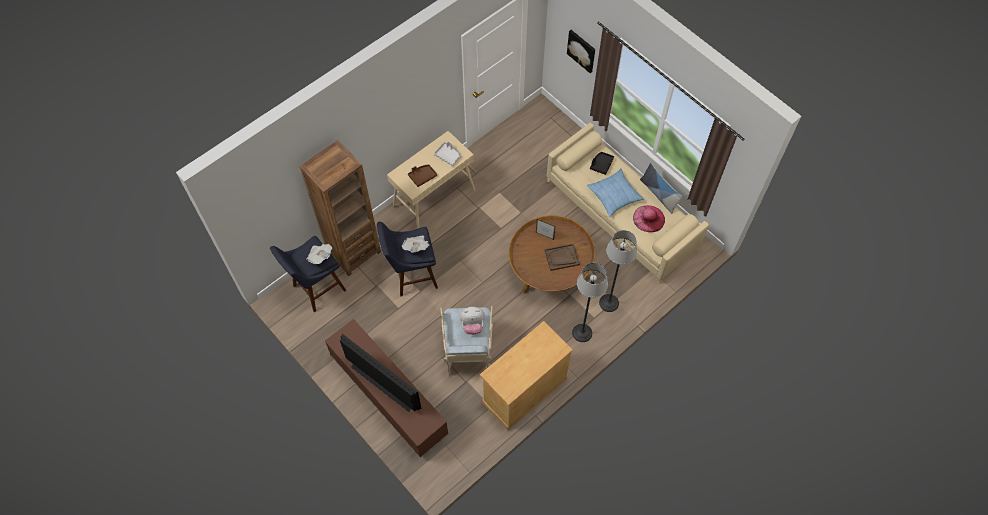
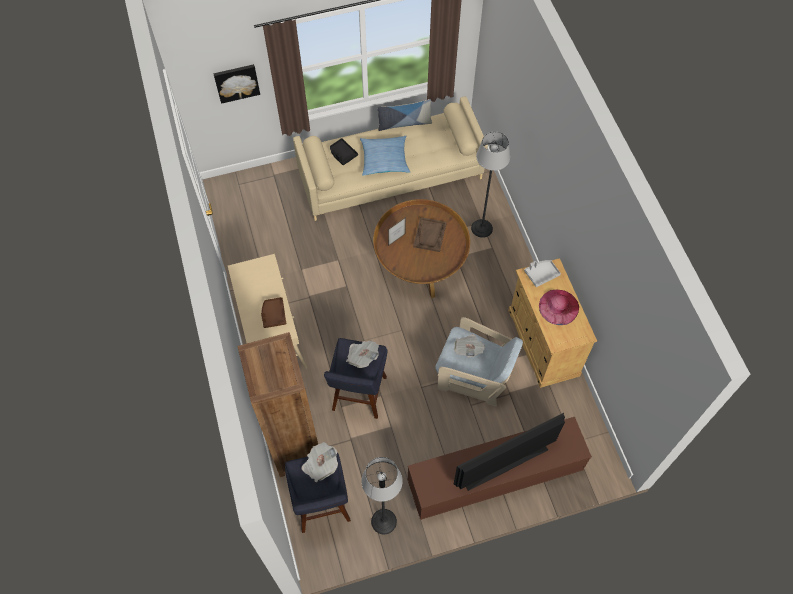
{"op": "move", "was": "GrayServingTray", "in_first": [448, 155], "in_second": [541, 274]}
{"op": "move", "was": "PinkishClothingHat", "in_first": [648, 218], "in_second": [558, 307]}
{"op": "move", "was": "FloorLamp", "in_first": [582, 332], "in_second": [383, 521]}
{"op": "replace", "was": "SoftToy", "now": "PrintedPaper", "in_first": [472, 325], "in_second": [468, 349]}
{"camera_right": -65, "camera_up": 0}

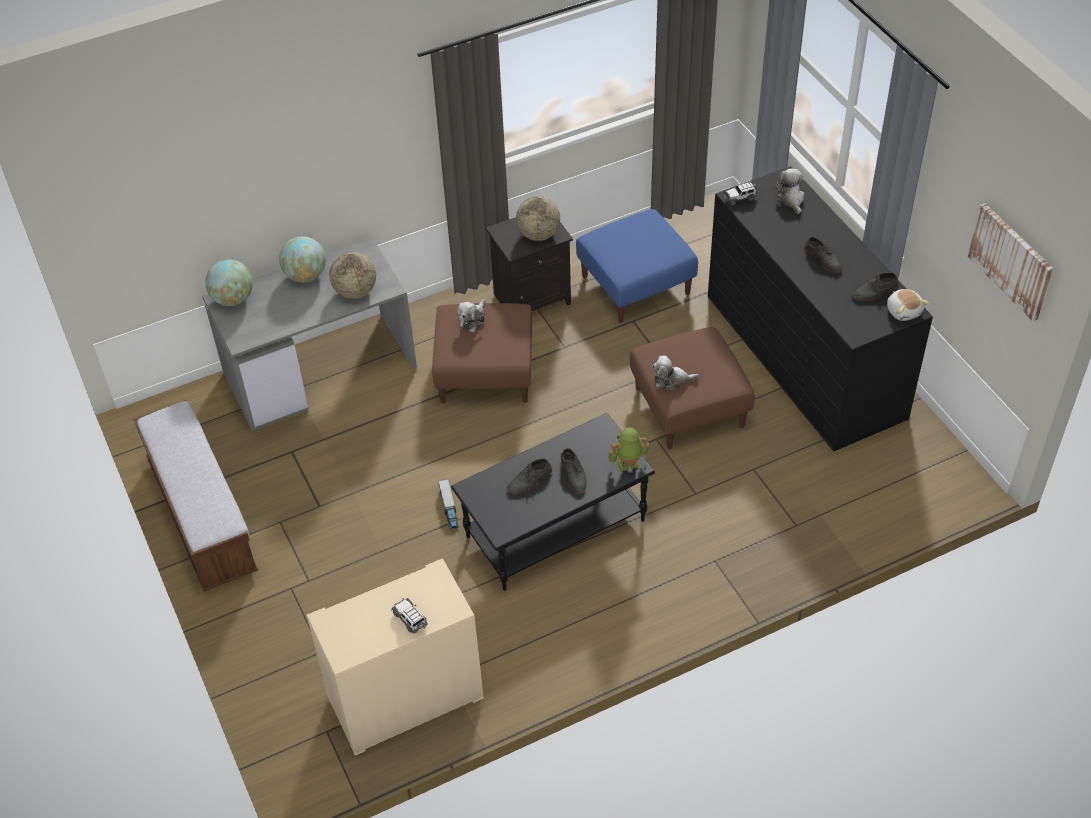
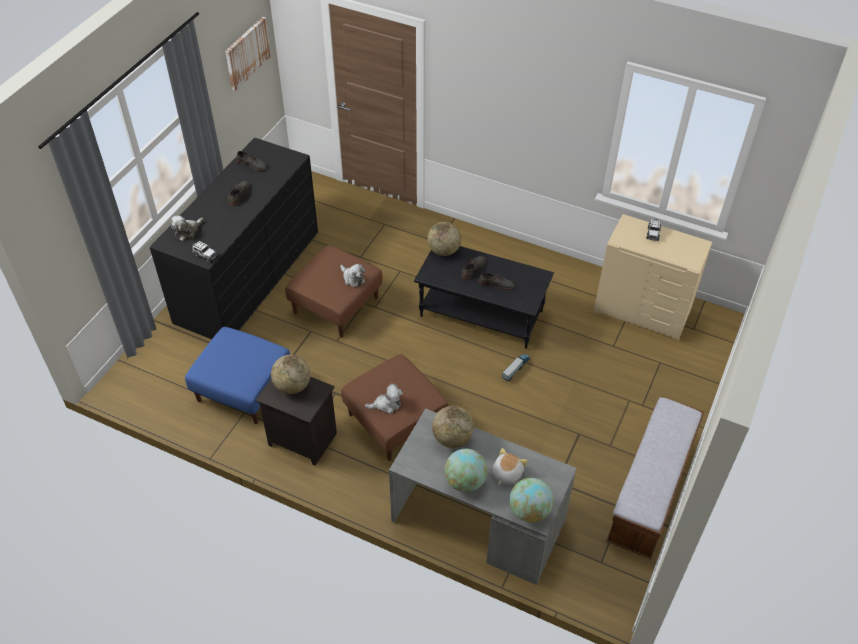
{"op": "move", "was": "SoftToy", "in_first": [904, 311], "in_second": [506, 473]}
{"op": "replace", "was": "ToyRobot", "now": "DeskGlobe", "in_first": [628, 465], "in_second": [444, 250]}
{"camera_right": -130, "camera_up": 0}

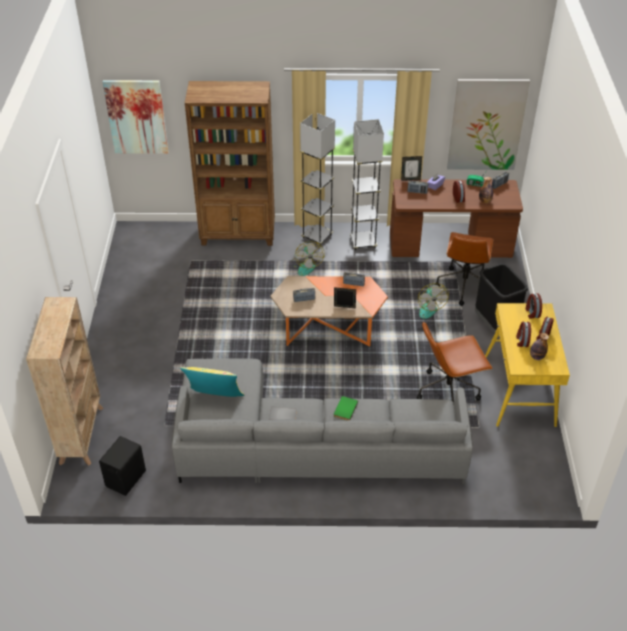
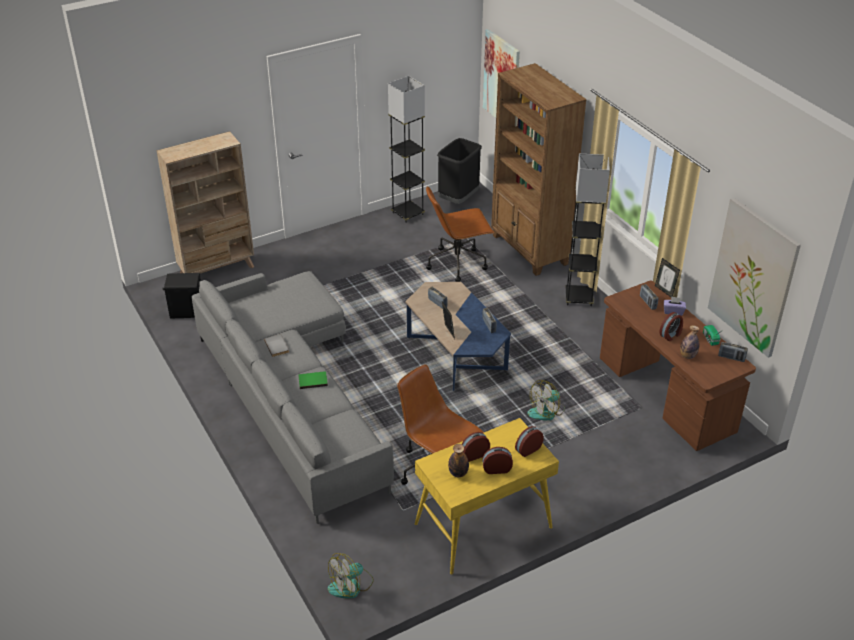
{"op": "move", "was": "GrayFloorLamp", "in_first": [363, 242], "in_second": [408, 214]}
{"op": "move", "was": "BrownColouredOfficeChair", "in_first": [464, 285], "in_second": [458, 263]}
{"op": "move", "was": "ElectricFan", "in_first": [305, 266], "in_second": [351, 585]}
{"op": "move", "was": "BlackColouredWasteBin", "in_first": [495, 324], "in_second": [458, 199]}
{"op": "recolor", "was": "OrangeLoungeTable", "now": "BlueColouredLoungeTable", "in_first": [328, 327], "in_second": [456, 354]}
{"op": "delete", "was": "YellowColouredThrowPillow", "in_first": [215, 398]}
{"camera_right": 60, "camera_up": -5}

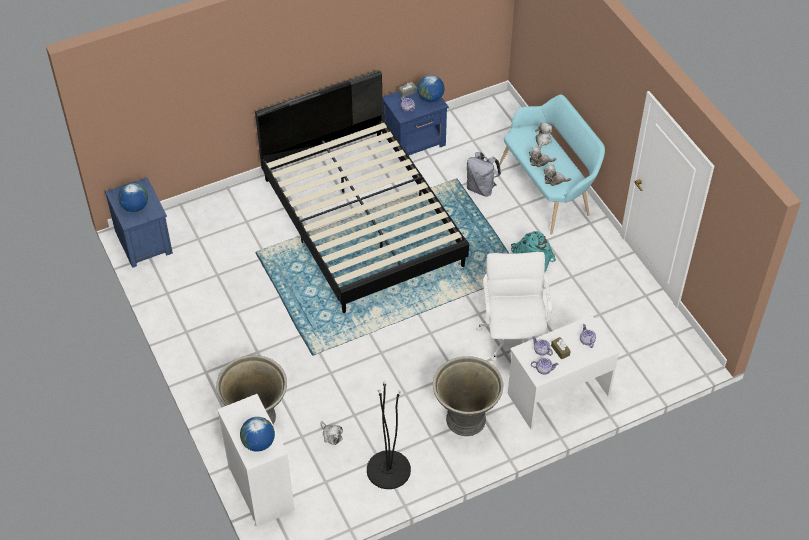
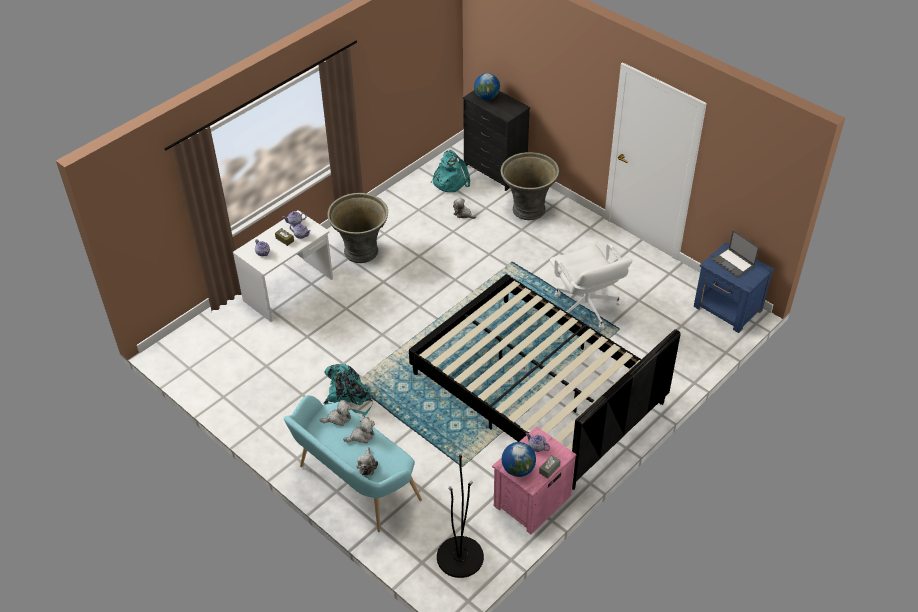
{"op": "recolor", "was": "BlueColouredNightTable", "now": "PinkishNightTable", "in_first": [415, 140], "in_second": [531, 501]}
{"op": "delete", "was": "GrayKnapsack", "in_first": [481, 188]}
{"op": "replace", "was": "DeskGlobe", "now": "PortableComputer", "in_first": [135, 207], "in_second": [733, 263]}
{"op": "move", "was": "WhiteOfficeChair", "in_first": [512, 336], "in_second": [586, 307]}
{"op": "move", "was": "BlackColouredFloorLamp", "in_first": [388, 469], "in_second": [460, 557]}
{"op": "recolor", "was": "WhiteDrawerChest", "now": "BlackColouredDrawerChest", "in_first": [262, 489], "in_second": [494, 171]}
{"op": "insert", "now": "TurquoiseColouredKnapsack", "in_second": [449, 181]}
{"camera_right": 160, "camera_up": -5}

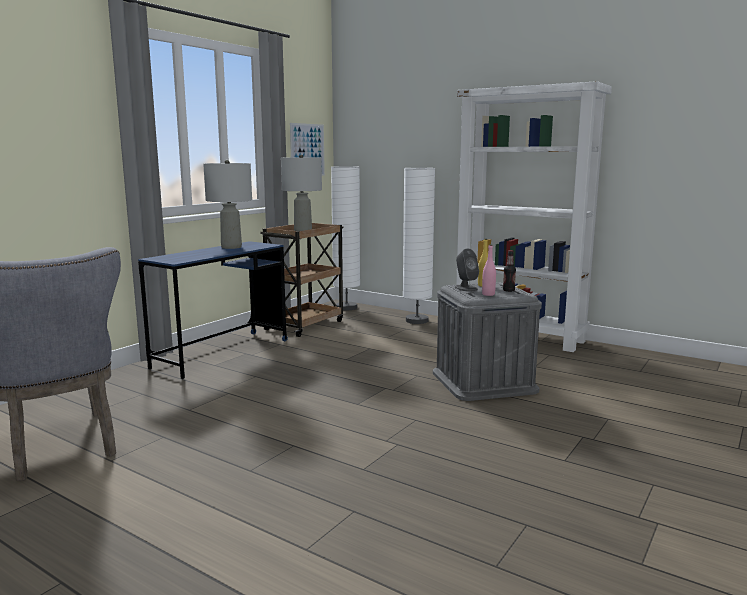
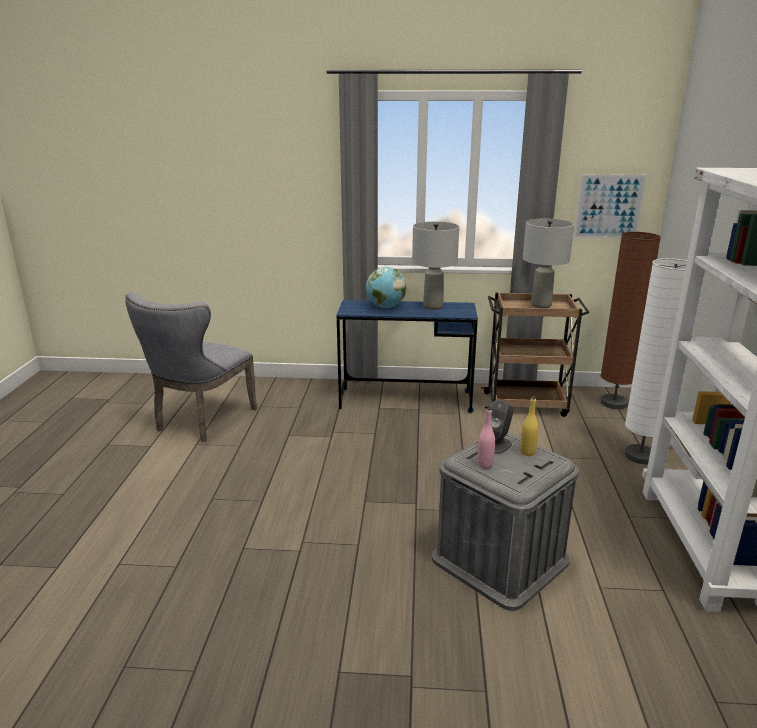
{"op": "recolor", "was": "WhiteFloorLamp", "now": "BrownColouredFloorLamp", "in_first": [346, 307], "in_second": [614, 403]}
{"op": "delete", "was": "DrinkBottle", "in_first": [508, 290]}
{"op": "insert", "now": "DeskGlobe", "in_second": [385, 307]}
{"camera_right": 60, "camera_up": 10}

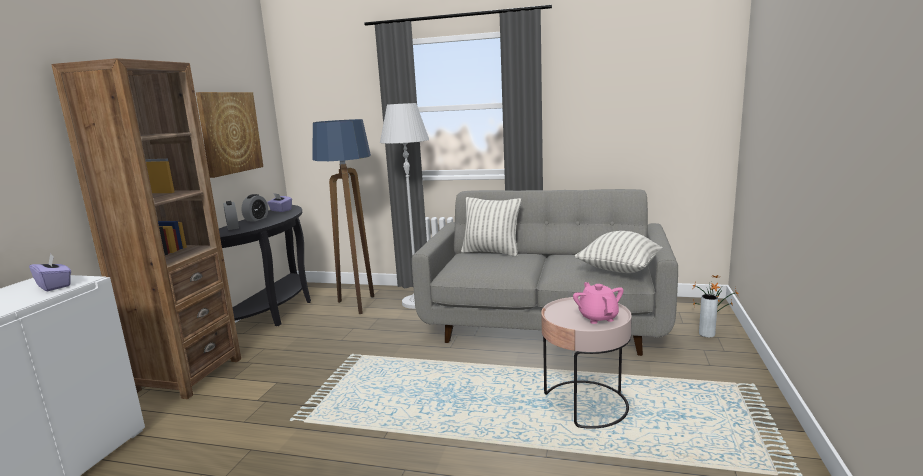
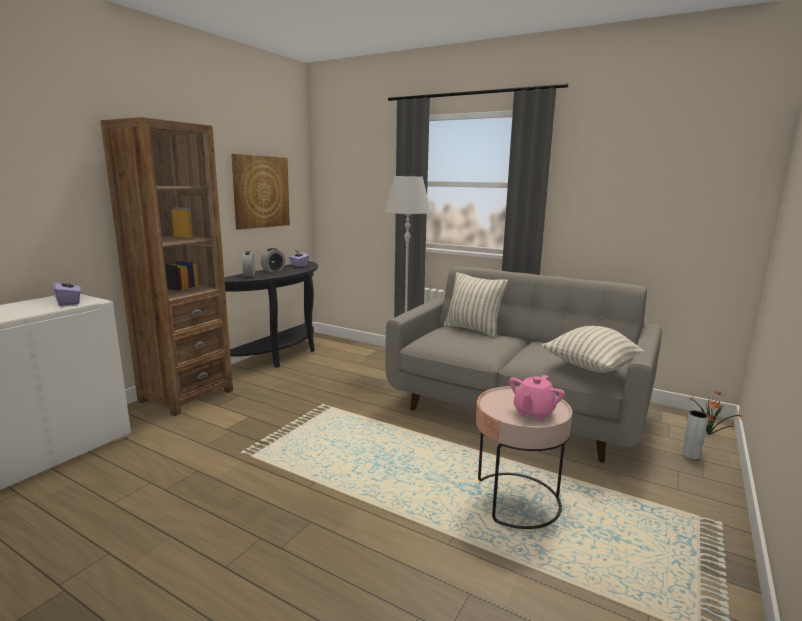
{"op": "delete", "was": "FloorLamp", "in_first": [358, 305]}
{"op": "rotate", "was": "PinkishPotForTea", "in_first": [598, 317], "in_second": [533, 412], "clockwise": -150}
{"camera_right": 15, "camera_up": 0}

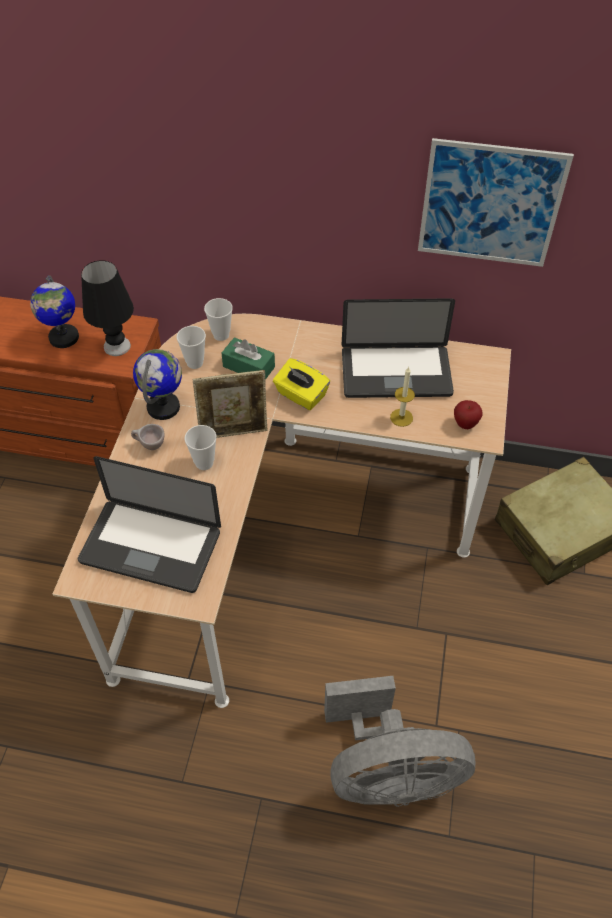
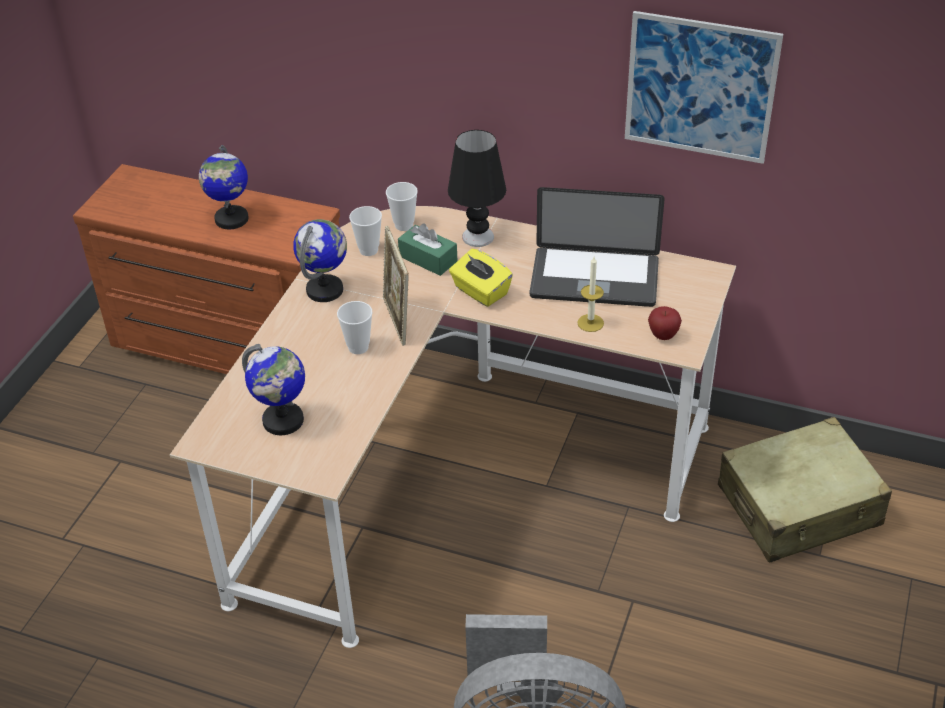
{"op": "move", "was": "BlackColouredLampForATable", "in_first": [117, 346], "in_second": [478, 236]}
{"op": "rotate", "was": "PhotoFrame", "in_first": [234, 432], "in_second": [397, 321], "clockwise": 75}
{"op": "delete", "was": "BeigeDrinkingCup", "in_first": [149, 446]}
{"op": "replace", "was": "PortableComputer", "now": "DeskGlobe", "in_first": [150, 547], "in_second": [283, 421]}
{"camera_right": 10, "camera_up": -10}

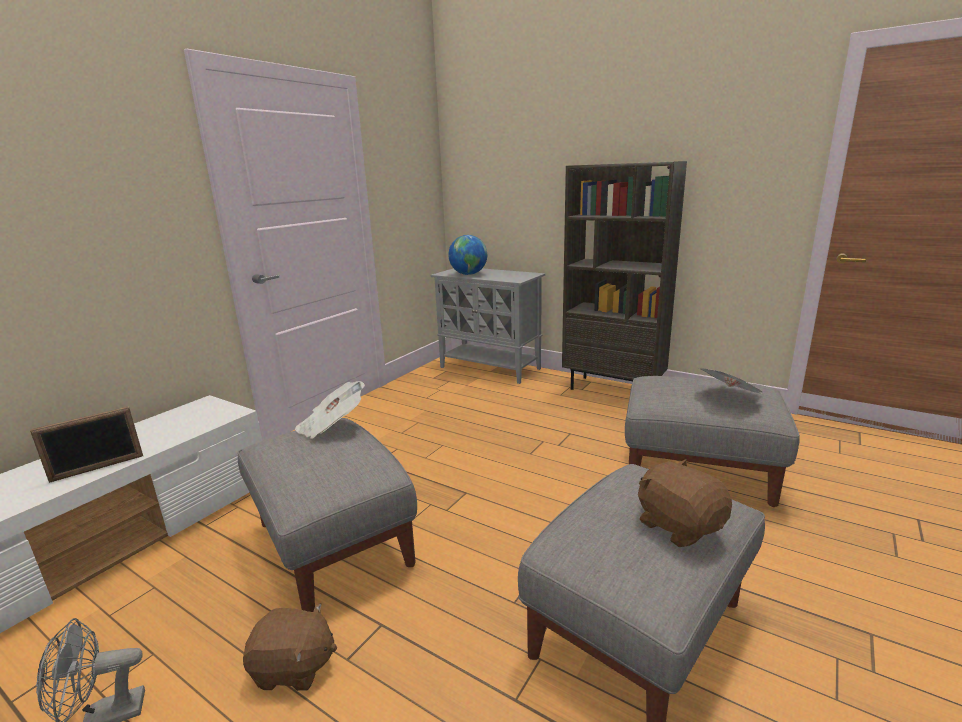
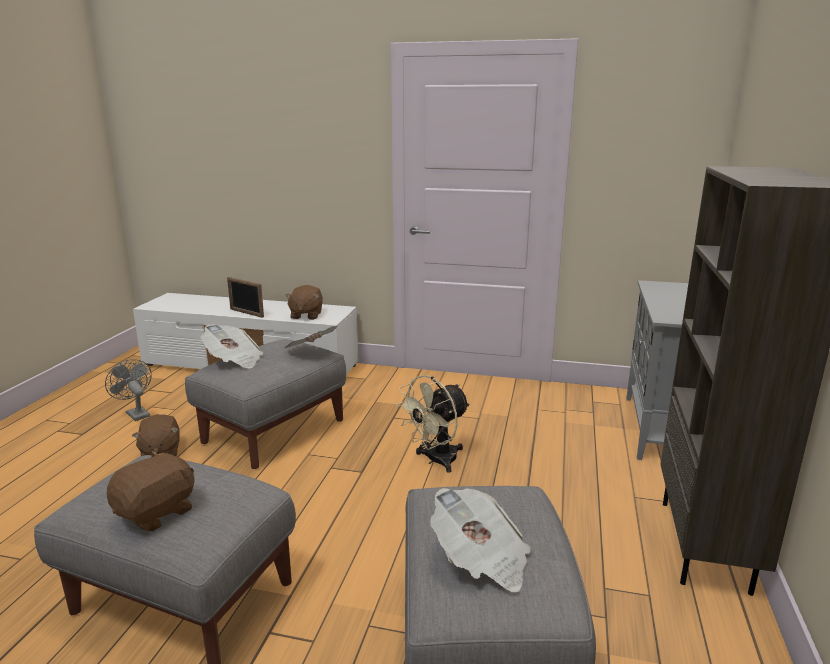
{"op": "delete", "was": "DeskGlobe", "in_first": [468, 274]}
{"op": "insert", "now": "BrownColouredSoftToy", "in_second": [306, 315]}
{"op": "insert", "now": "PrintedPaper", "in_second": [234, 360]}
{"op": "insert", "now": "BeigeElectricFan", "in_second": [435, 461]}
{"camera_right": 70, "camera_up": 0}

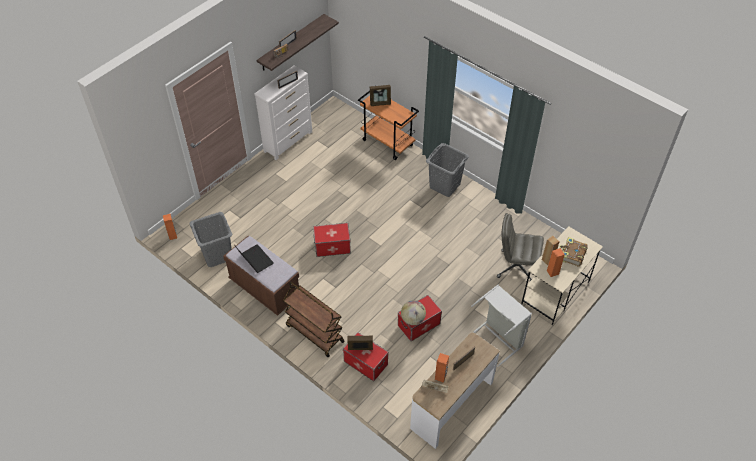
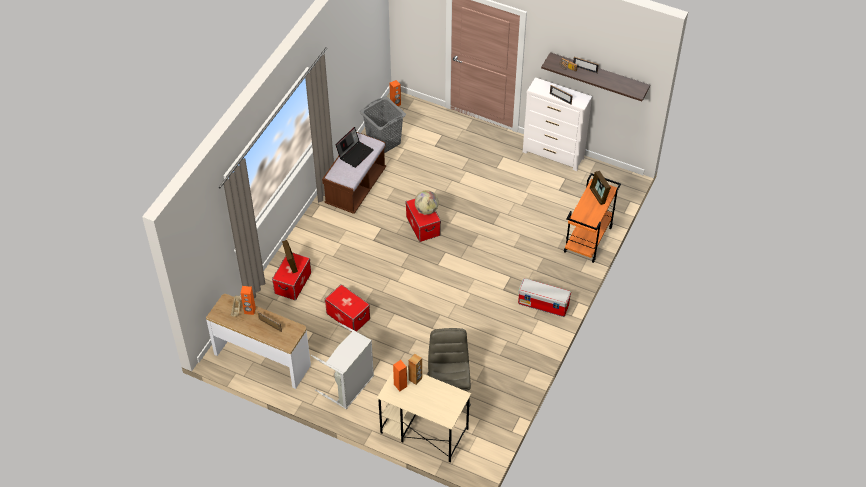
{"op": "replace", "was": "GrayLaundryBasket", "now": "StorageBox", "in_first": [444, 185], "in_second": [544, 304]}
{"op": "delete", "was": "Book", "in_first": [572, 255]}
{"op": "delete", "was": "BrownColouredWheeledCart", "in_first": [314, 333]}
{"op": "move", "was": "DeskGlobe", "in_first": [413, 319], "in_second": [426, 210]}
{"camera_right": 75, "camera_up": 0}

